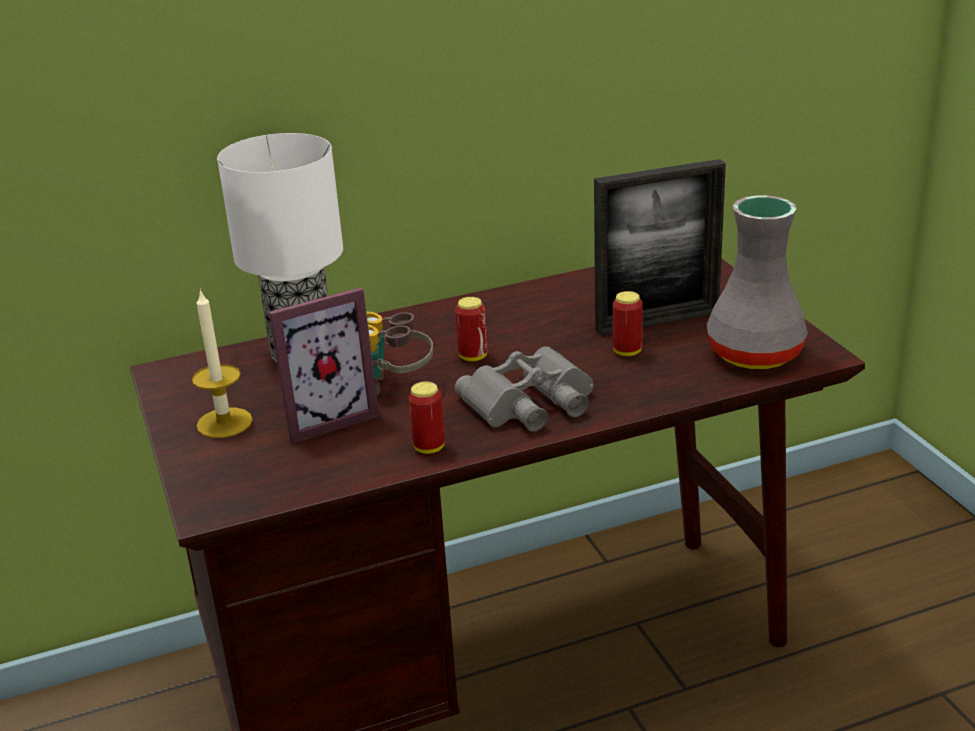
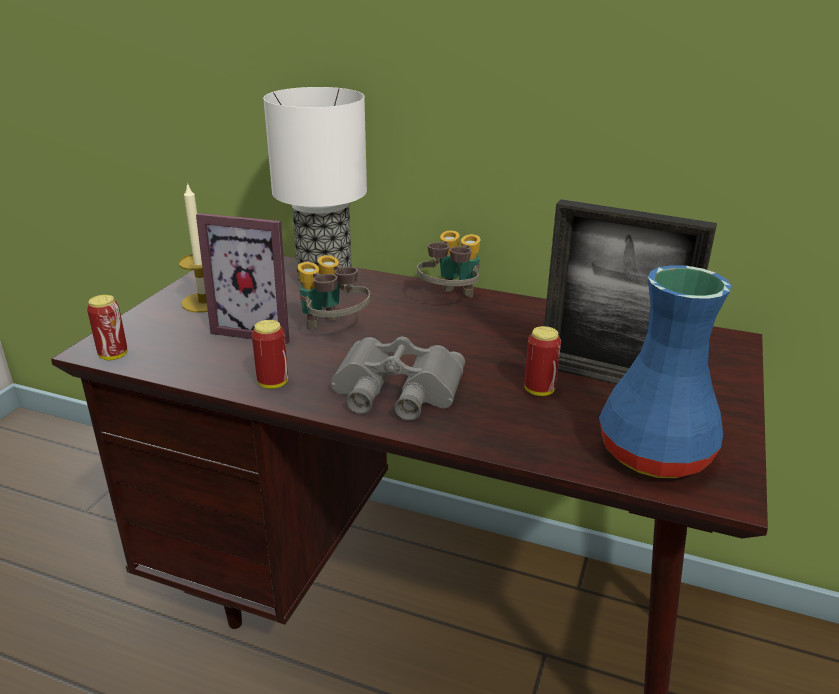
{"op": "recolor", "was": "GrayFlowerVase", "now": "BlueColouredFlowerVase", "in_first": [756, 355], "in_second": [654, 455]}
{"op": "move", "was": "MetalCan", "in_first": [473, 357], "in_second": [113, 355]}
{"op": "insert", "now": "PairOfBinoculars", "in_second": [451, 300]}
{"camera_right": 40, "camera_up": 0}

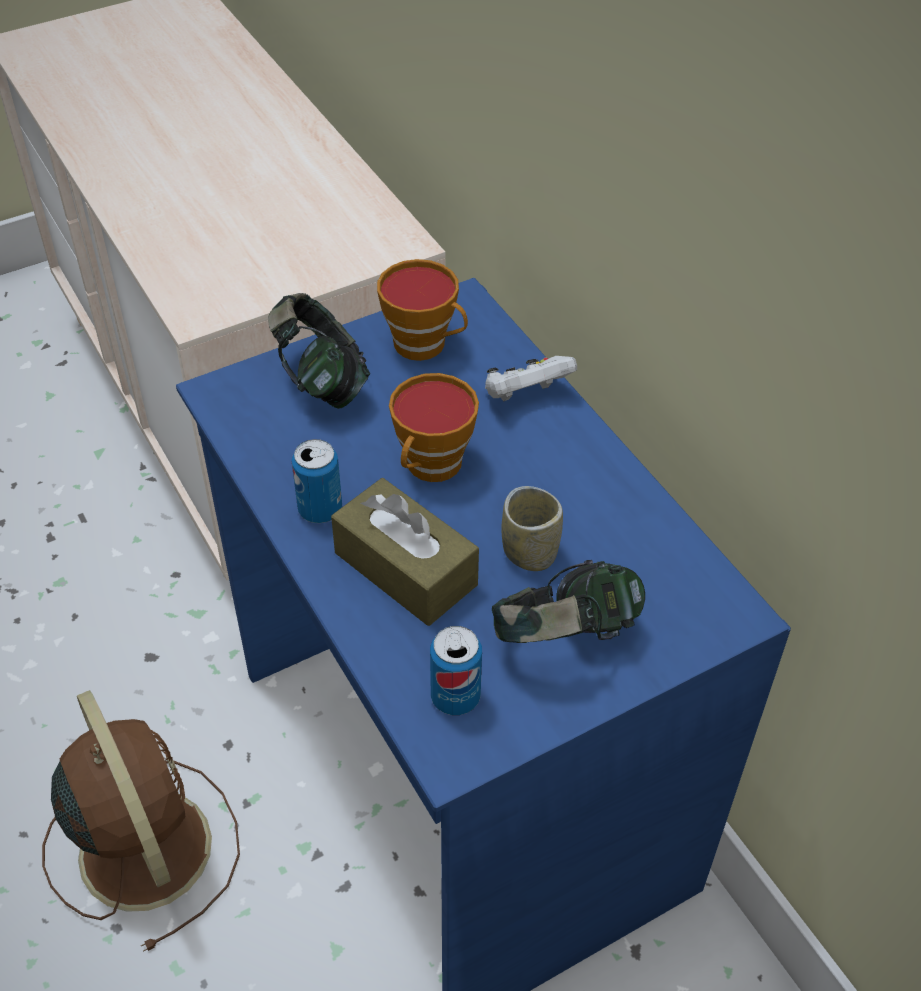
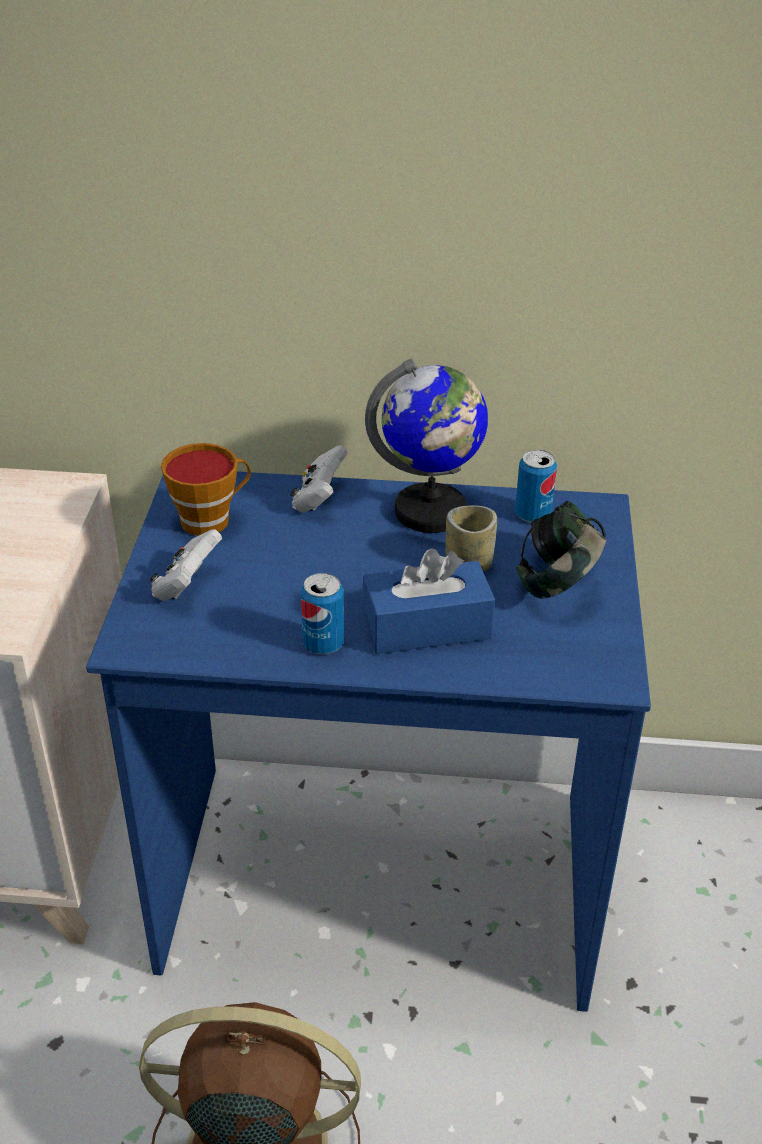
{"op": "replace", "was": "PairOfHeadphones", "now": "WhiteGamepad", "in_first": [321, 382], "in_second": [186, 586]}
{"op": "delete", "was": "DrinkingCup", "in_first": [431, 467]}
{"op": "recolor", "was": "BrownColouredBoxOfTissues", "now": "BlueColouredBoxOfTissues", "in_first": [405, 569], "in_second": [426, 626]}
{"op": "move", "was": "MetalCan", "in_first": [455, 697], "in_second": [532, 514]}
{"op": "insert", "now": "DeskGlobe", "in_second": [431, 512]}
{"camera_right": -55, "camera_up": -10}

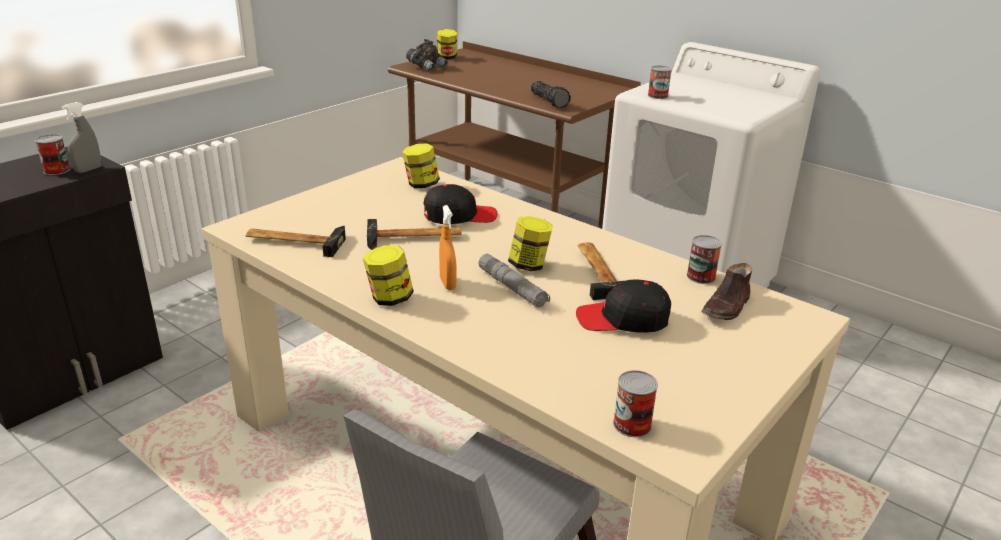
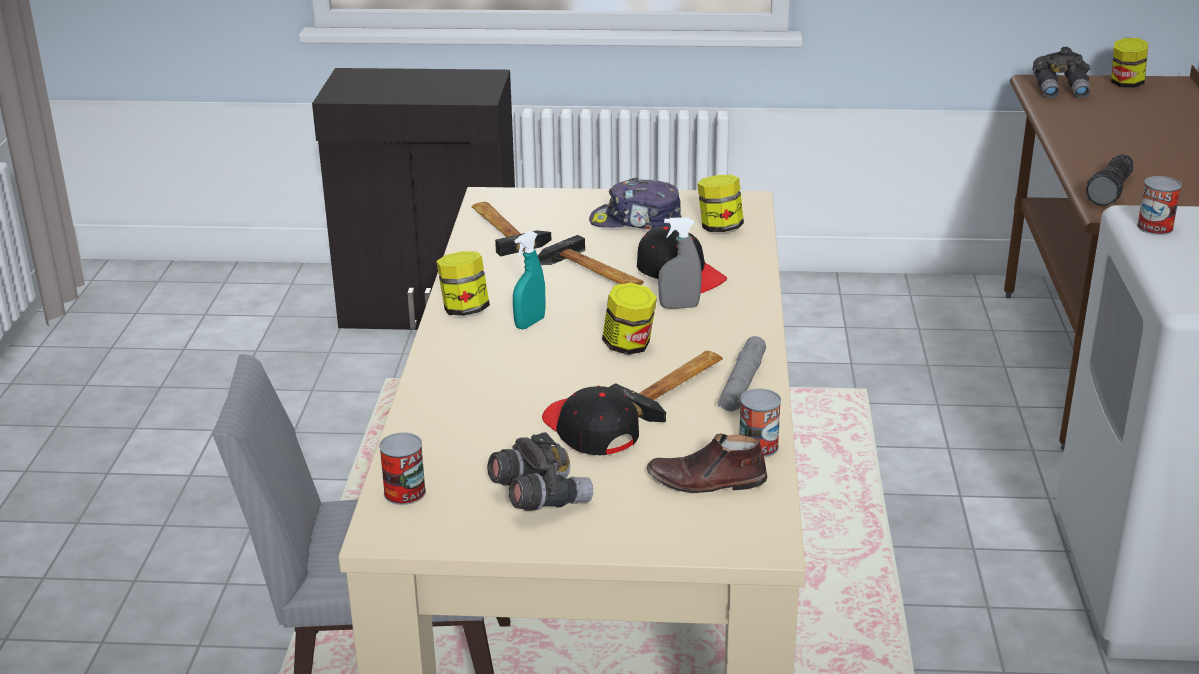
{"op": "move", "was": "GrayHandSprayer", "in_first": [88, 170], "in_second": [679, 306]}
{"op": "delete", "was": "MetalCan", "in_first": [56, 170]}
{"op": "recolor", "was": "OrangeHandSprayer", "now": "TurquoiseColouredHandSprayer", "in_first": [447, 284], "in_second": [530, 323]}
{"op": "move", "was": "GrayHandTorch", "in_first": [512, 288], "in_second": [742, 383]}
{"op": "insert", "now": "Cap", "in_second": [635, 221]}
{"op": "insert", "now": "GrayPairOfBinoculars", "in_second": [539, 497]}
{"camera_right": 55, "camera_up": 0}

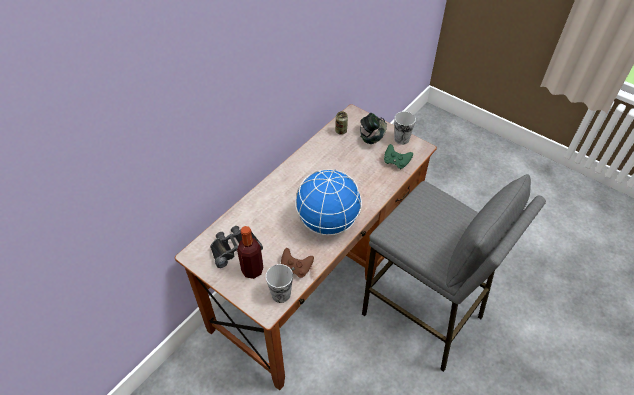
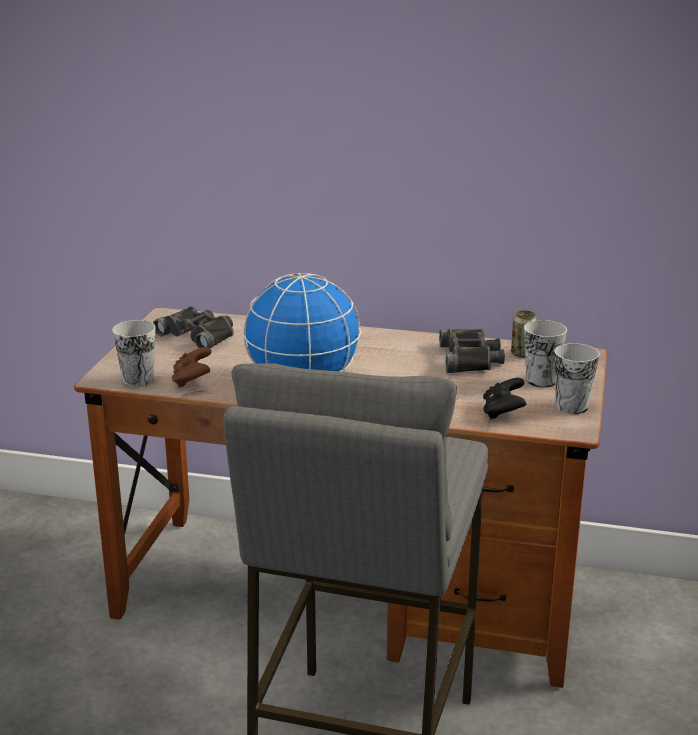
{"op": "replace", "was": "PairOfHeadphones", "now": "DrinkingCup", "in_first": [372, 137], "in_second": [541, 380]}
{"op": "recolor", "was": "GreenGamepad", "now": "BlackColouredGamepad", "in_first": [396, 162], "in_second": [503, 412]}
{"op": "delete", "was": "DrinkBottle", "in_first": [252, 270]}
{"op": "insert", "now": "BlackColouredPairOfBinoculars", "in_second": [470, 358]}
{"camera_right": 65, "camera_up": -25}

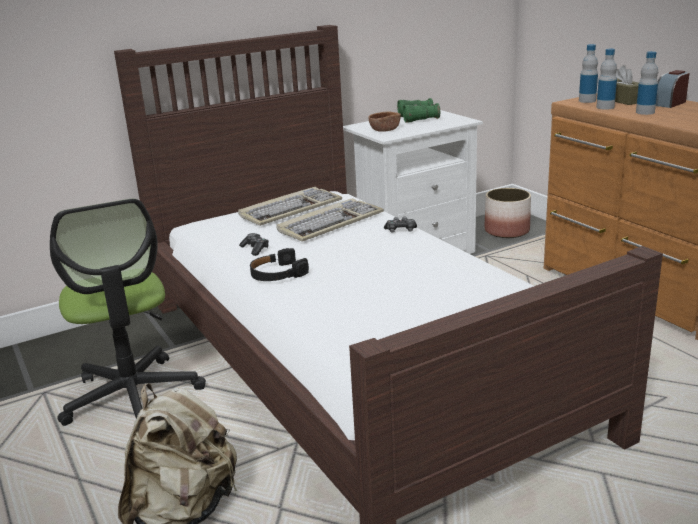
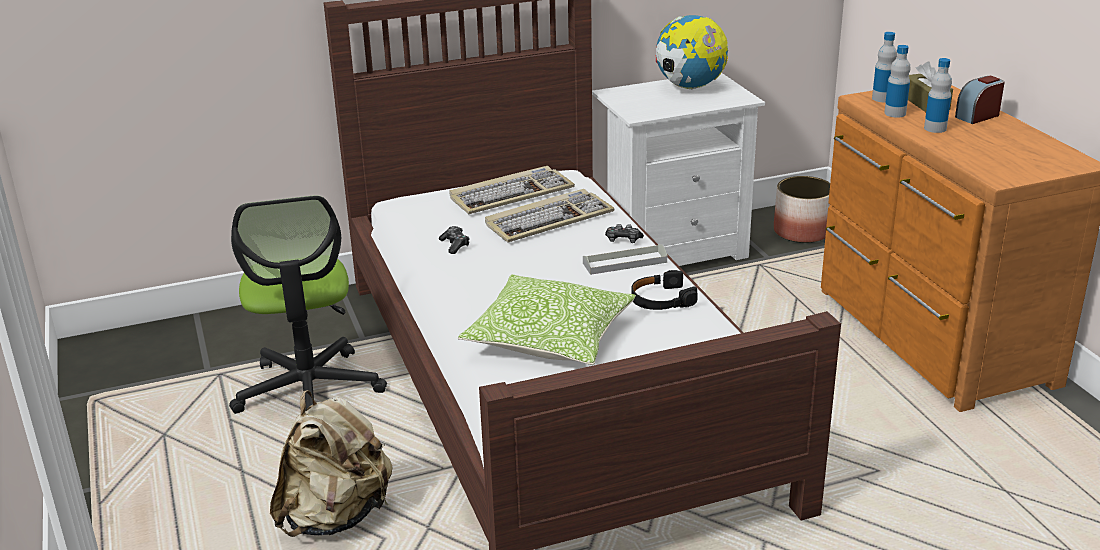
{"op": "replace", "was": "GreenPairOfBinoculars", "now": "DeskGlobe", "in_first": [418, 118], "in_second": [689, 87]}
{"op": "delete", "was": "BrownColouredBowl", "in_first": [384, 130]}
{"op": "move", "was": "BlackColouredPairOfHeadphones", "in_first": [277, 274], "in_second": [661, 300]}
{"op": "insert", "now": "GrayServingTray", "in_second": [624, 262]}
{"op": "insert", "now": "ThrowPillow", "in_second": [550, 338]}
{"camera_right": 10, "camera_up": 5}

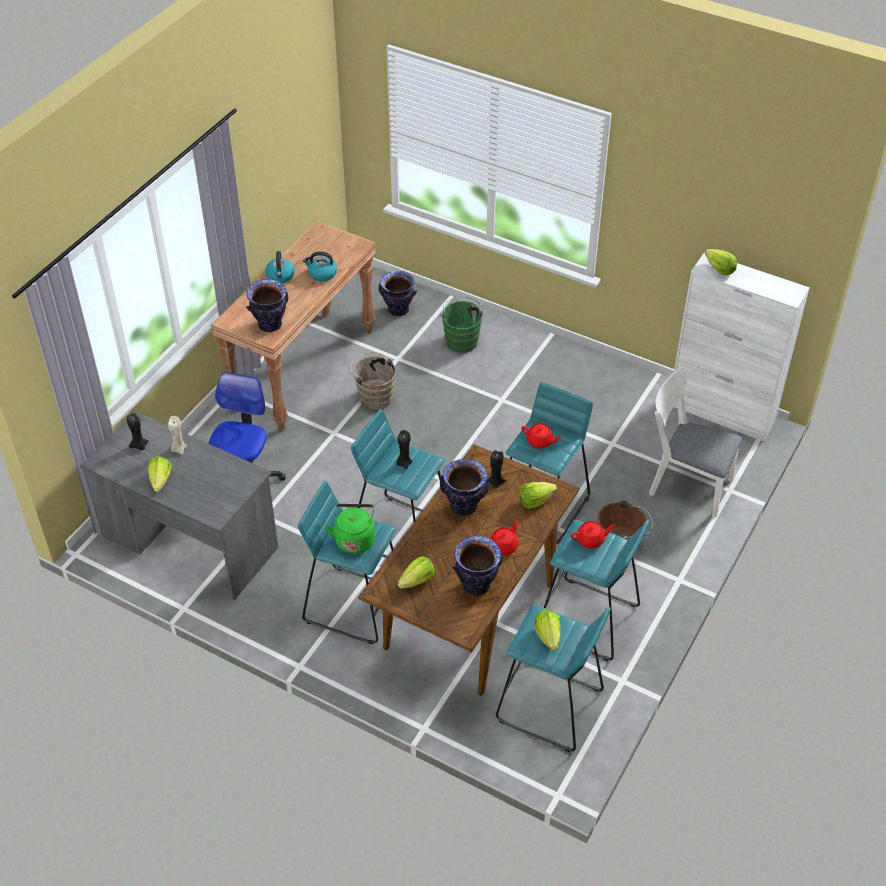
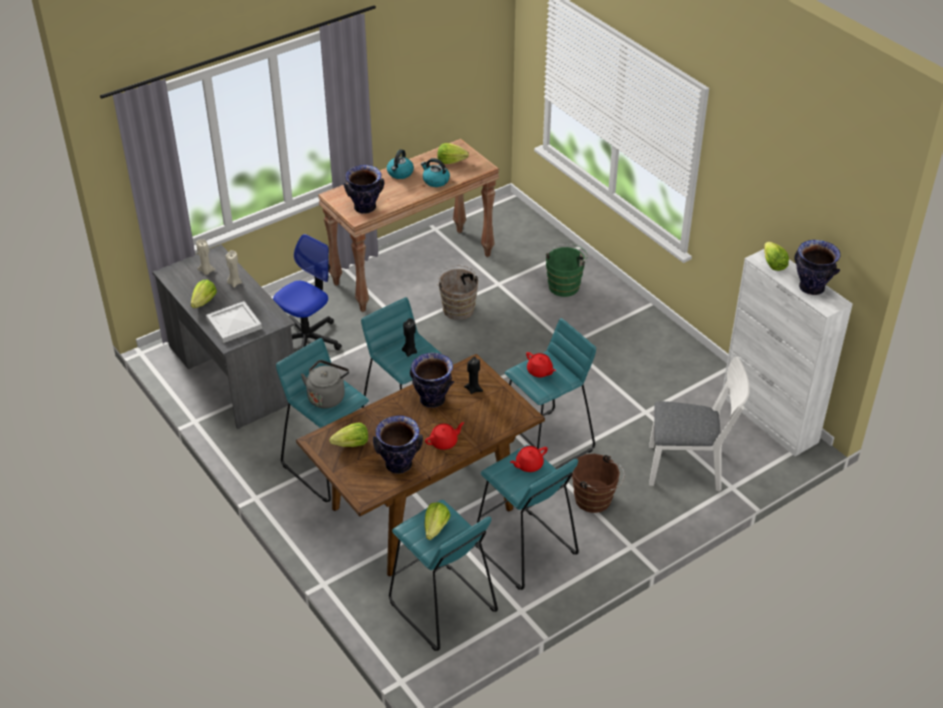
{"op": "move", "was": "FlowerVase", "in_first": [398, 310], "in_second": [811, 288]}
{"op": "rotate", "was": "WhitePlainChair", "in_first": [684, 484], "in_second": [691, 467], "clockwise": 135}
{"op": "recolor", "was": "BlackColouredWaxCandle", "now": "BeigeWaxCandle", "in_first": [139, 446], "in_second": [206, 271]}
{"op": "move", "was": "LettuceHead", "in_first": [535, 501], "in_second": [451, 161]}
{"op": "recolor", "was": "GreenWaterKettle", "now": "GrayWaterKettle", "in_first": [354, 539], "in_second": [327, 396]}
{"op": "rotate", "was": "RedColouredPotForTea", "in_first": [591, 540], "in_second": [528, 465], "clockwise": 135}
{"op": "insert", "now": "WhiteServingTray", "in_second": [234, 323]}
{"camera_right": 25, "camera_up": -5}

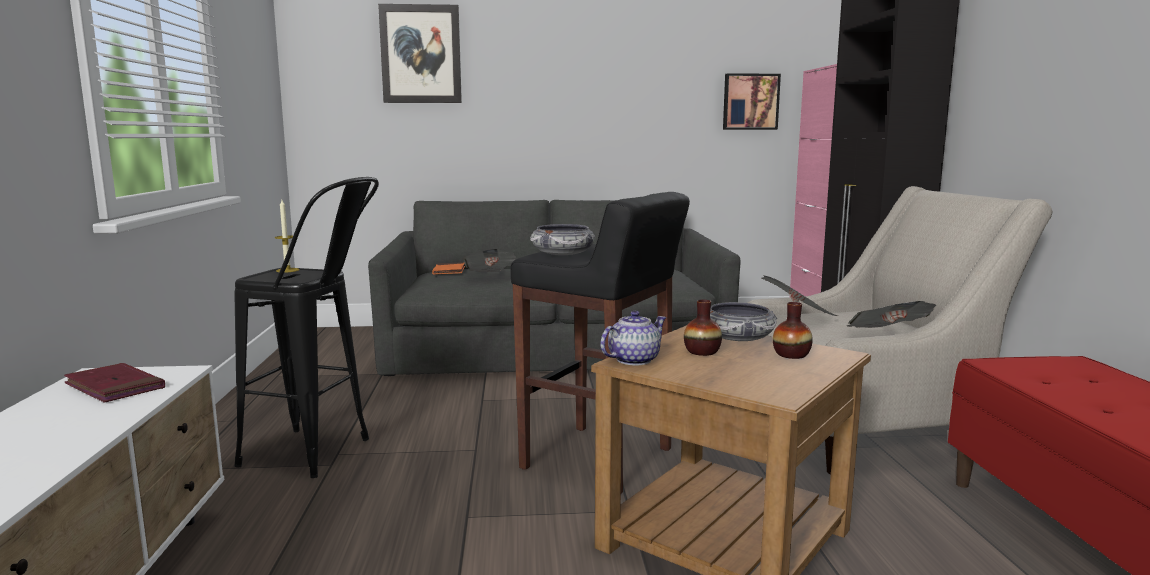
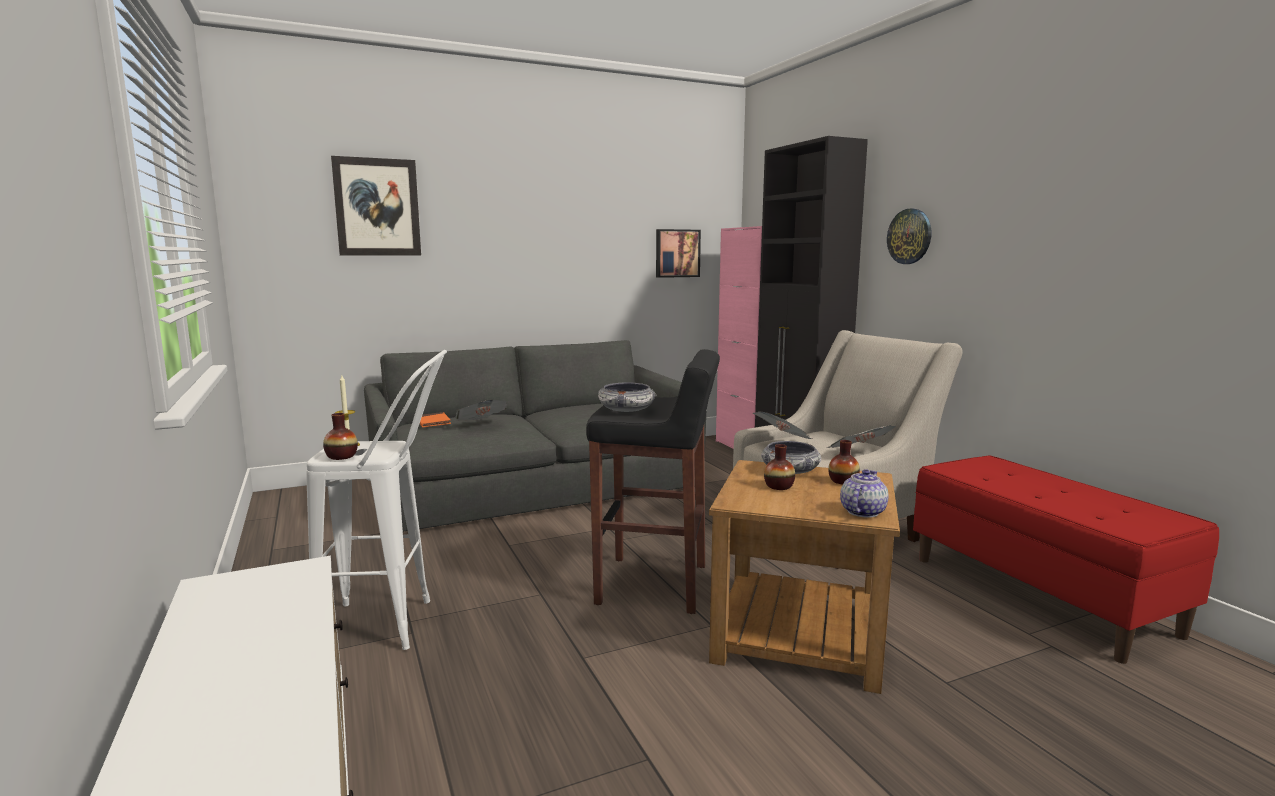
{"op": "recolor", "was": "BlackColouredStoolSeat", "now": "WhiteStoolSeat", "in_first": [322, 455], "in_second": [394, 625]}
{"op": "move", "was": "PotForTea", "in_first": [633, 360], "in_second": [862, 512]}
{"op": "delete", "was": "RedColouredBook", "in_first": [115, 387]}
{"op": "insert", "now": "WallClock", "in_second": [909, 236]}
{"op": "insert", "now": "FlowerVase", "in_second": [341, 456]}
{"camera_right": -20, "camera_up": 0}

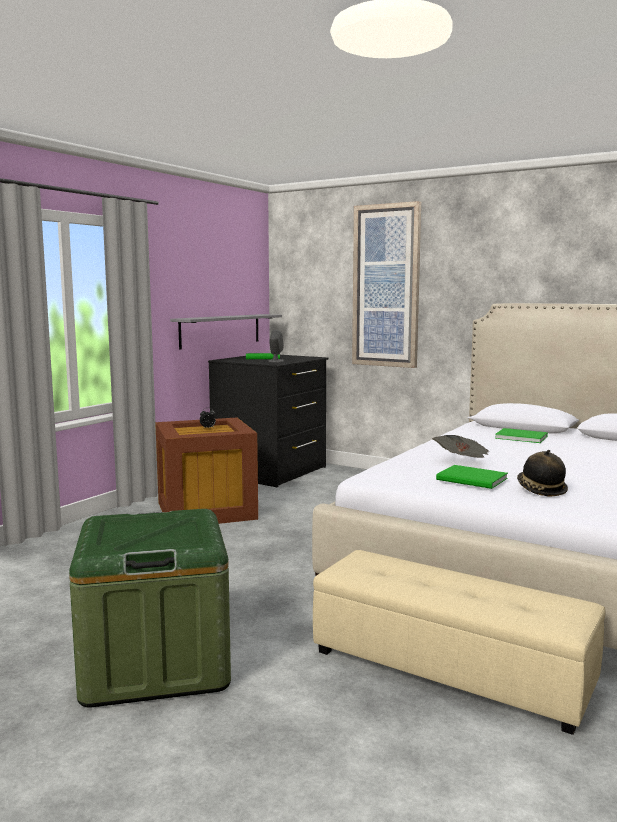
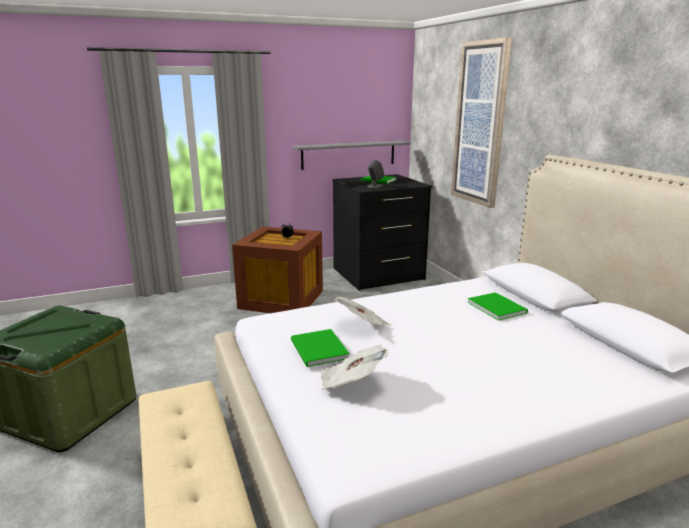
{"op": "replace", "was": "ClothingHat", "now": "PrintedPaper", "in_first": [540, 490], "in_second": [351, 383]}
{"camera_right": 35, "camera_up": 10}

